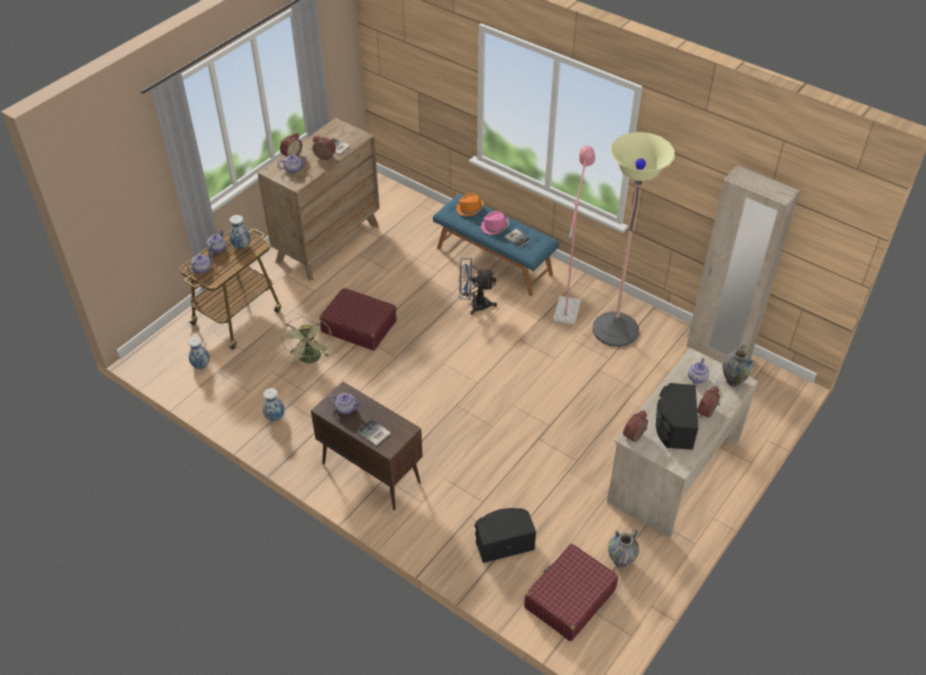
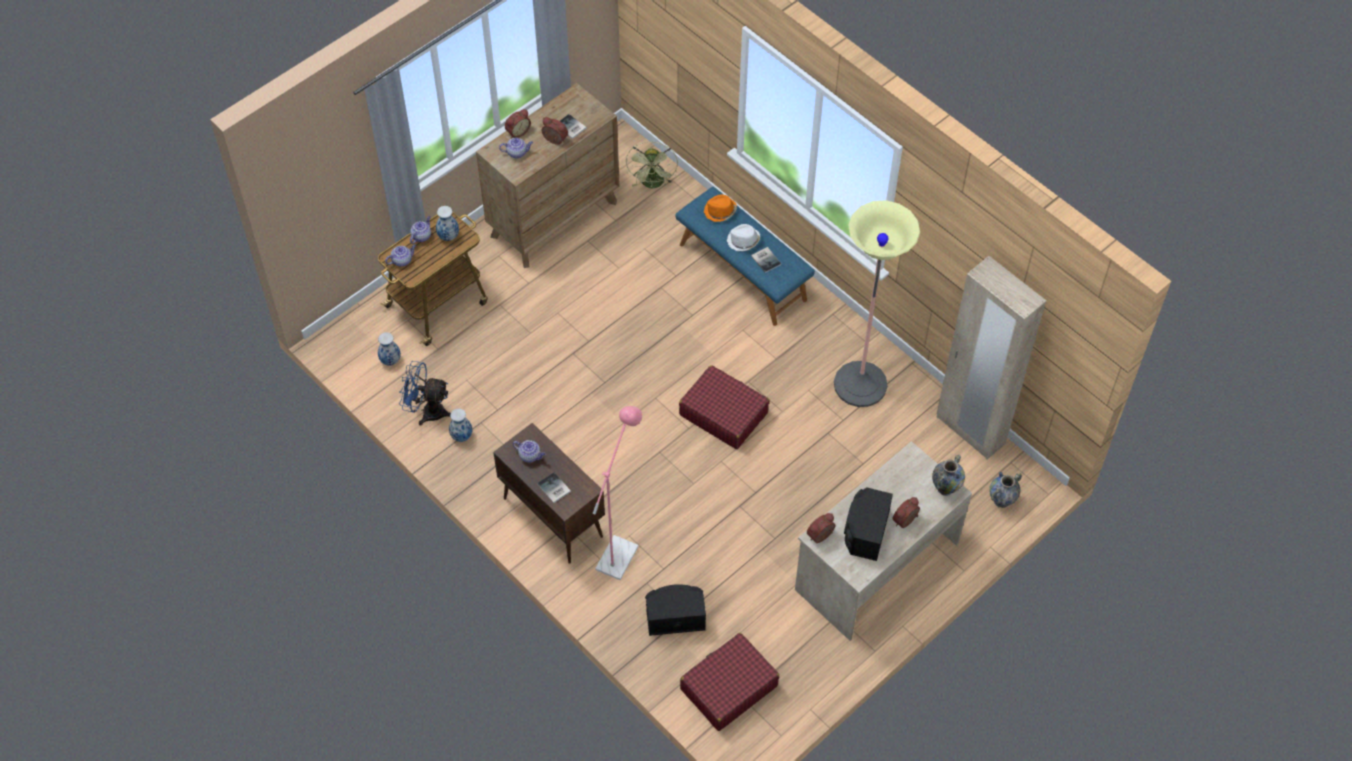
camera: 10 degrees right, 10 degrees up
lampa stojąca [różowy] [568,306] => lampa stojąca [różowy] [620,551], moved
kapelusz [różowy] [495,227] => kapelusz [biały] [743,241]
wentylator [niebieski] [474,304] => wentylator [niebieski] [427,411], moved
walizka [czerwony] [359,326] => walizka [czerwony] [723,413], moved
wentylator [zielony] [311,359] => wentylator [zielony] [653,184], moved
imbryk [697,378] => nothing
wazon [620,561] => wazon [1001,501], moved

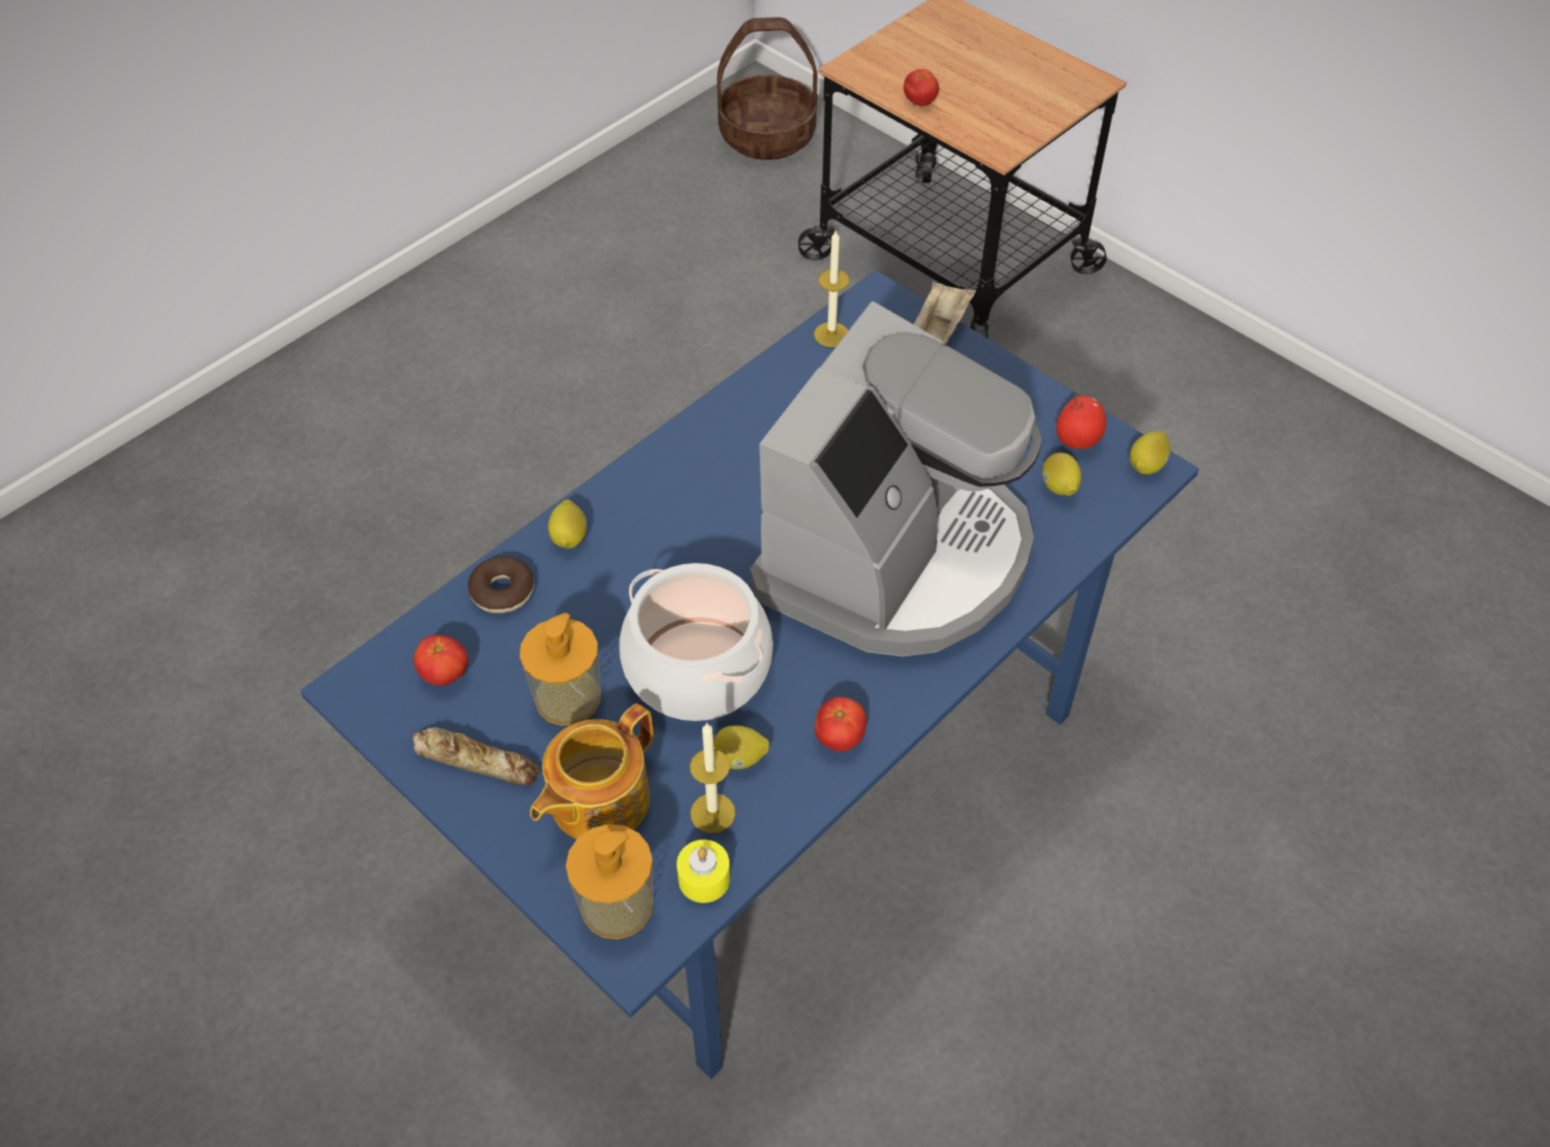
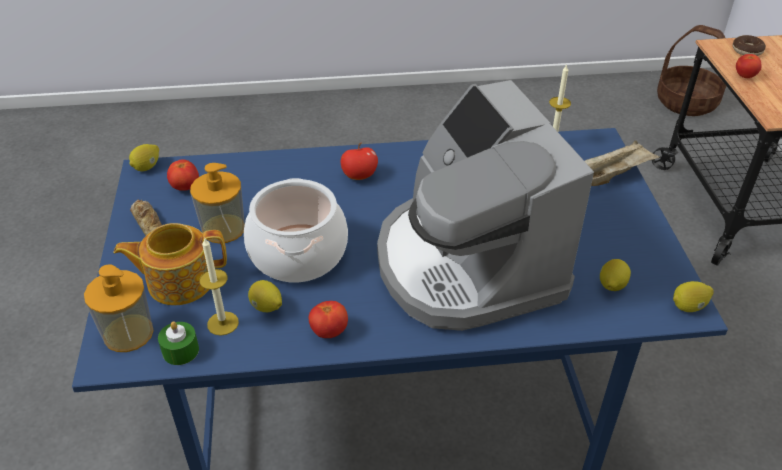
camera: 40 degrees right, 10 degrees down
ekspres do kawy [896,557] => ekspres do kawy [466,264], 90 degrees clockwise
jabłko [1077,439] => jabłko [359,176], moved
cytryna [570,537] => cytryna [147,167], moved
donut [502,591] => donut [747,50], moved
świeca [żółty] [704,879] => świeca [zielony] [180,350]

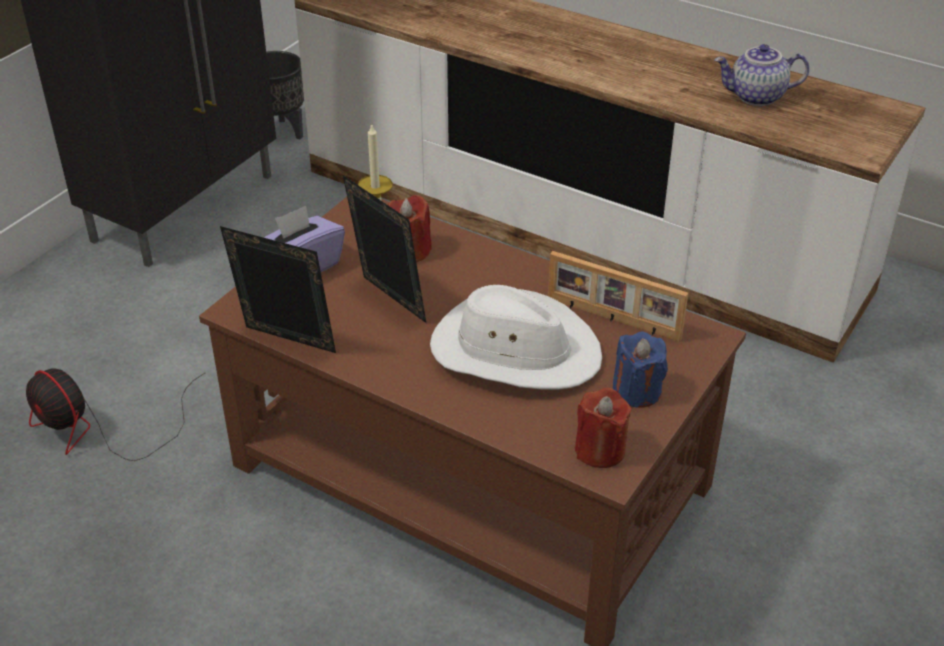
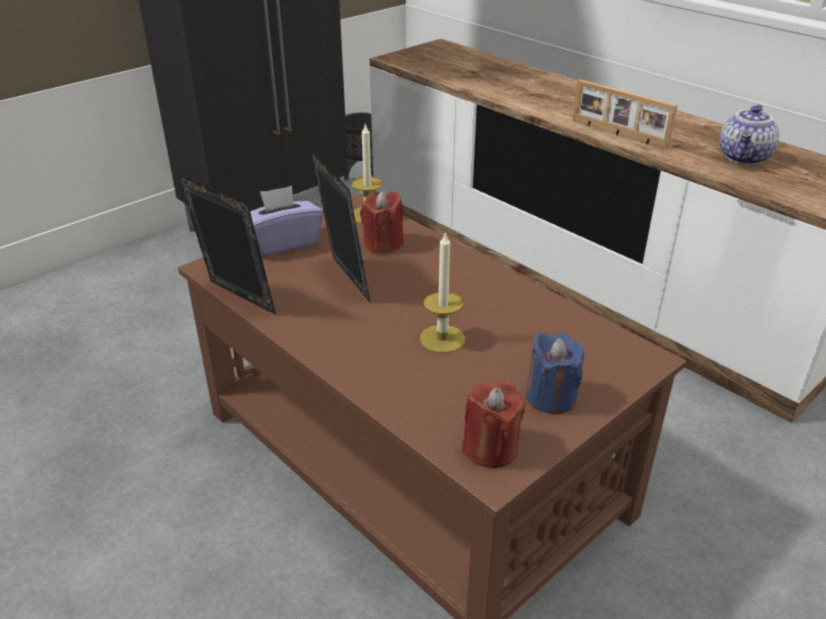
camera: 15 degrees right, 5 degrees down
imbryk [756,97] => imbryk [745,158], 75 degrees counterclockwise
ramka na zdjęcie [612,319] => ramka na zdjęcie [618,135], moved
kapelusz [biały] [514,350] => świeca [442,339]
wentylator [99,429] => nothing

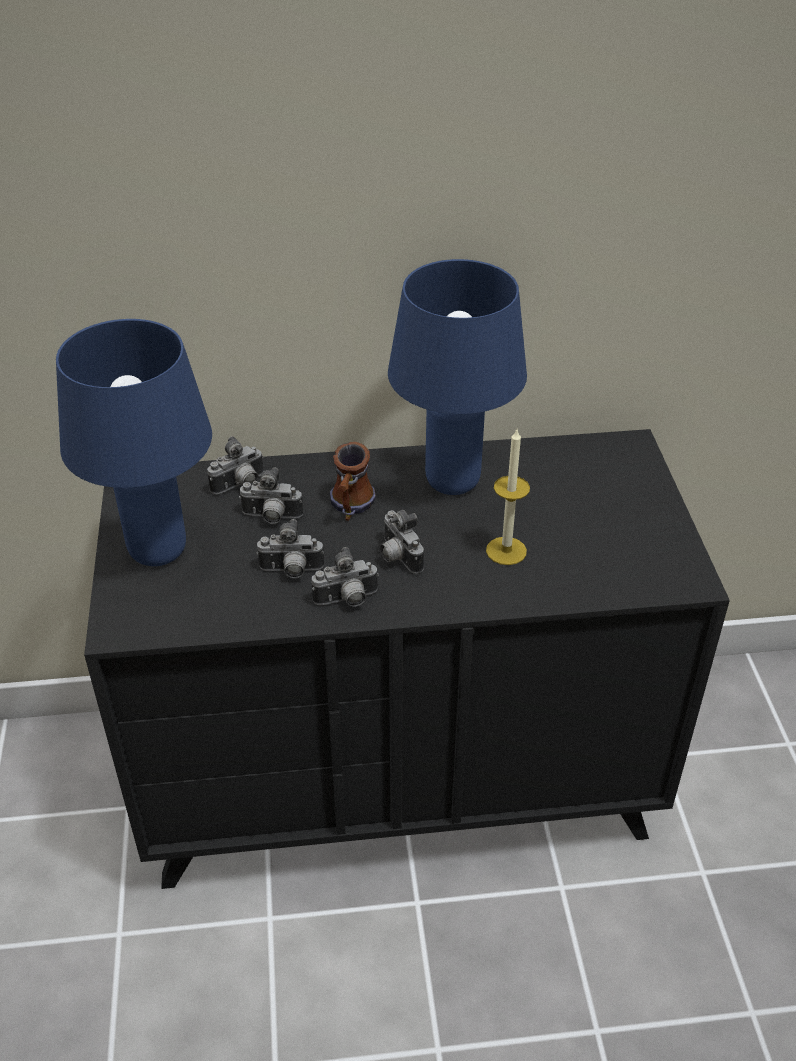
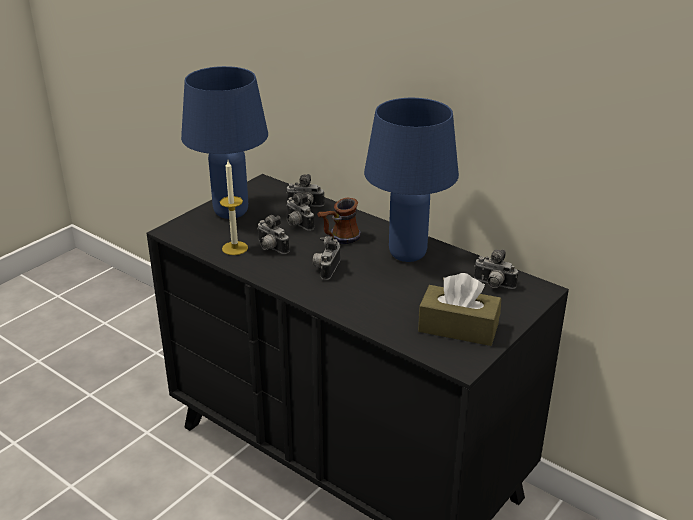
camera: 45 degrees right, 10 degrees down
świeca [506,551] => świeca [235,248], moved
aparat fotograficzny [347,600] => aparat fotograficzny [493,285], moved
nothing => pudełko chusteczek [brązowy] [458,328]

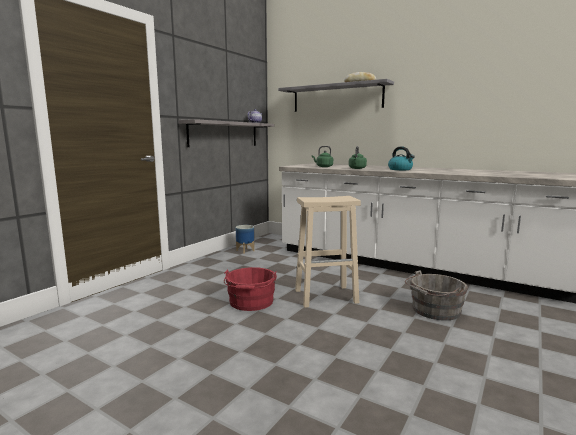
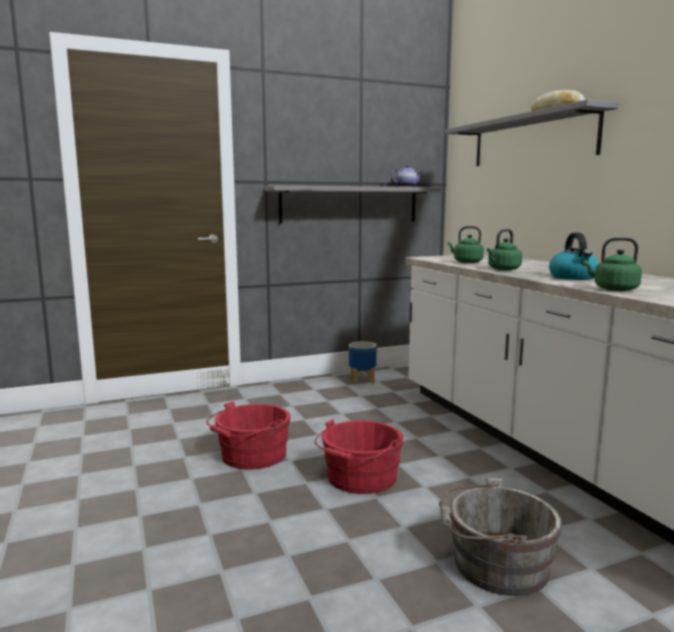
camera: 35 degrees right, 0 degrees up
stołek [beżowy] [327,296] => wiadro [czerwony] [359,478]
nothing => czajnik [zielony] [613,289]

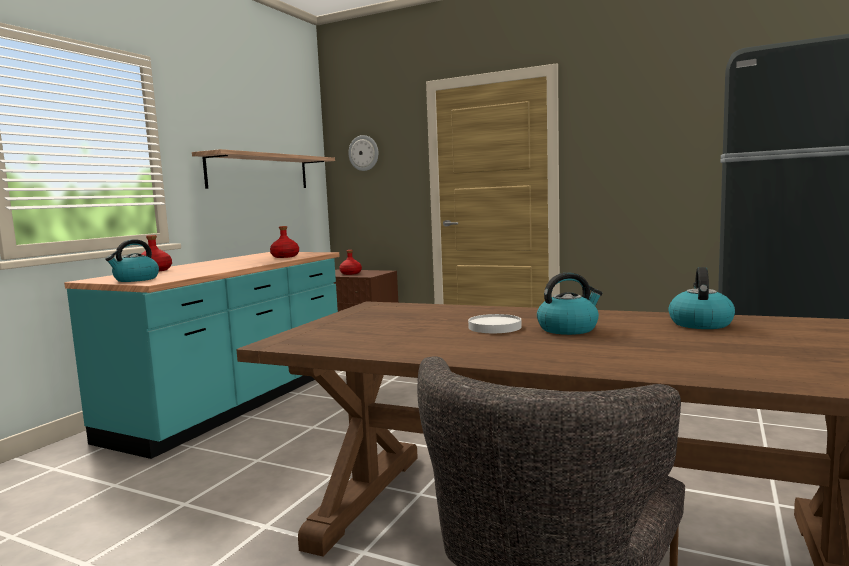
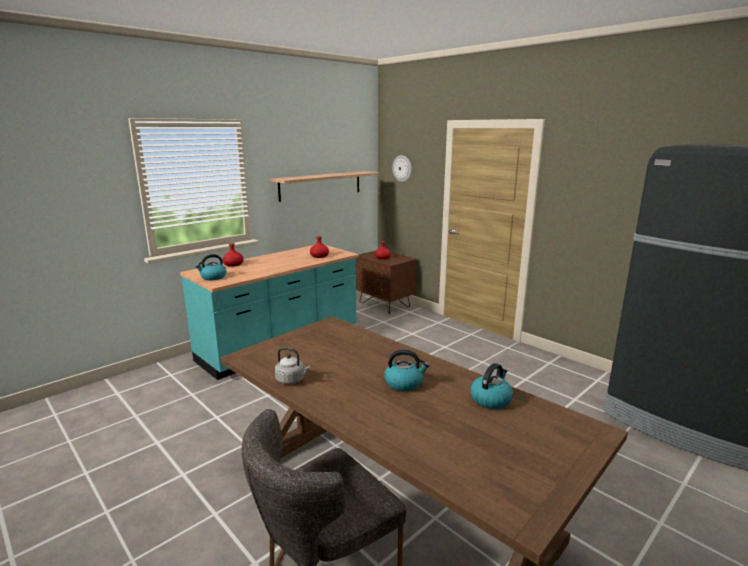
camera: 20 degrees right, 10 degrees up
talerz [biały] [495,327] => nothing
nothing => czajnik [szary] [292,380]

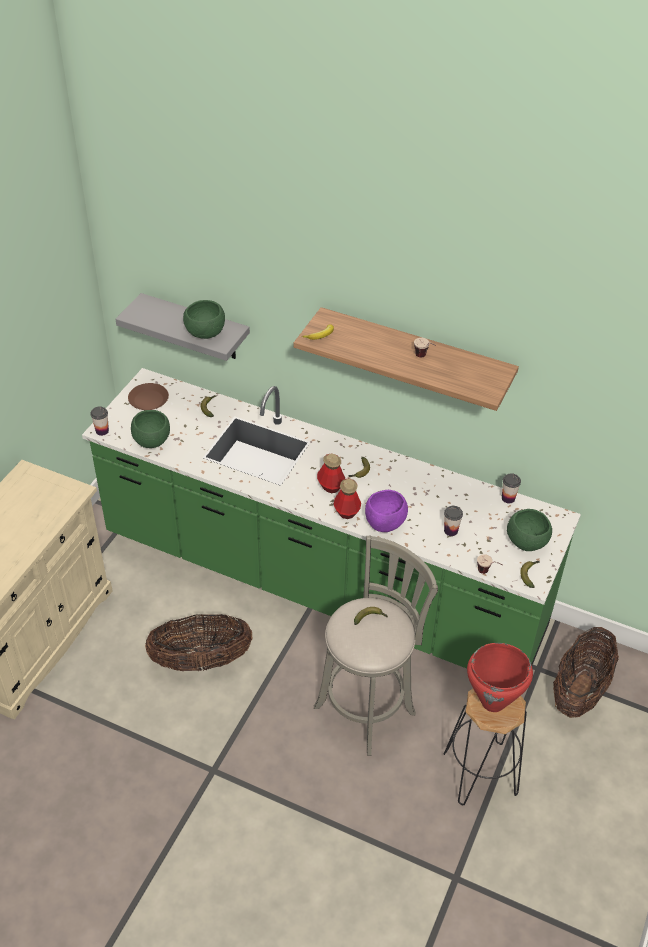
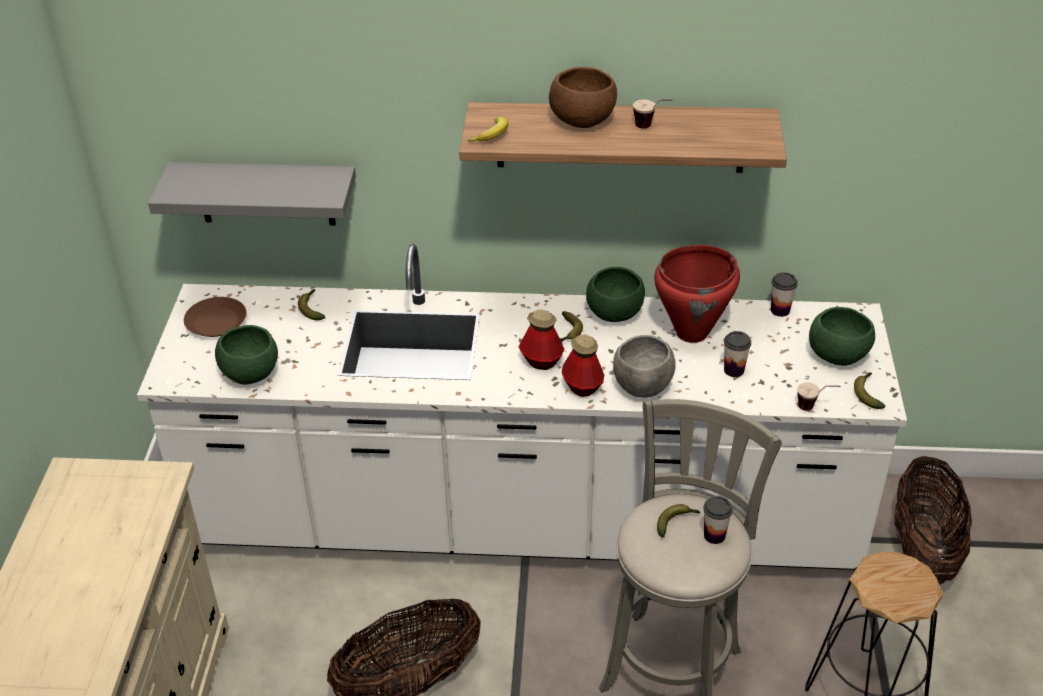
camera: 20 degrees left, 5 degrees down
miska [zielony] [206,333] => miska [zielony] [615,314], moved
zabudowa kuchenna [zielony] [321,584] => zabudowa kuchenna [biały] [524,523]
filiżanka [102,431] => filiżanka [714,535], moved
miska [fioletowy] [384,524] => miska [szary] [642,387]
garnek [czerwony] [493,702] => garnek [czerwony] [692,333], moved
nothing => miska [brązowy] [581,121]

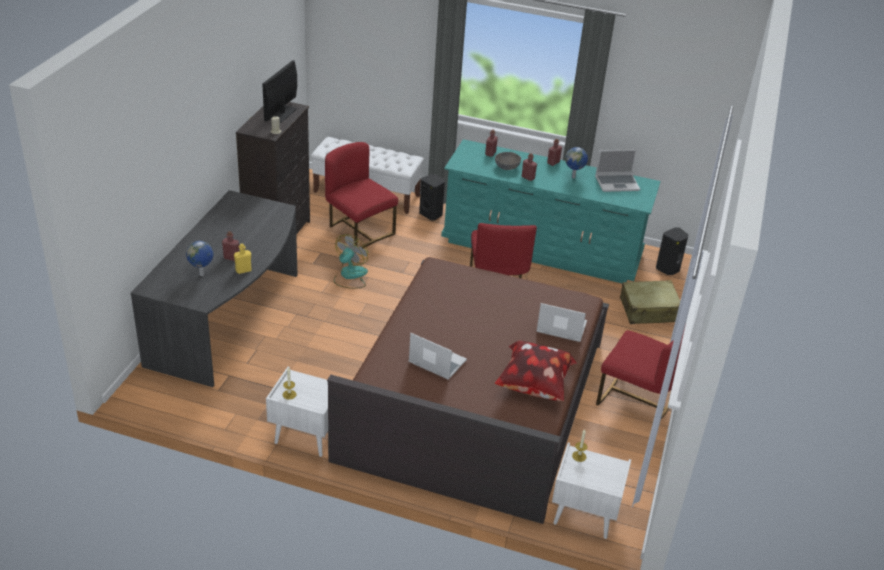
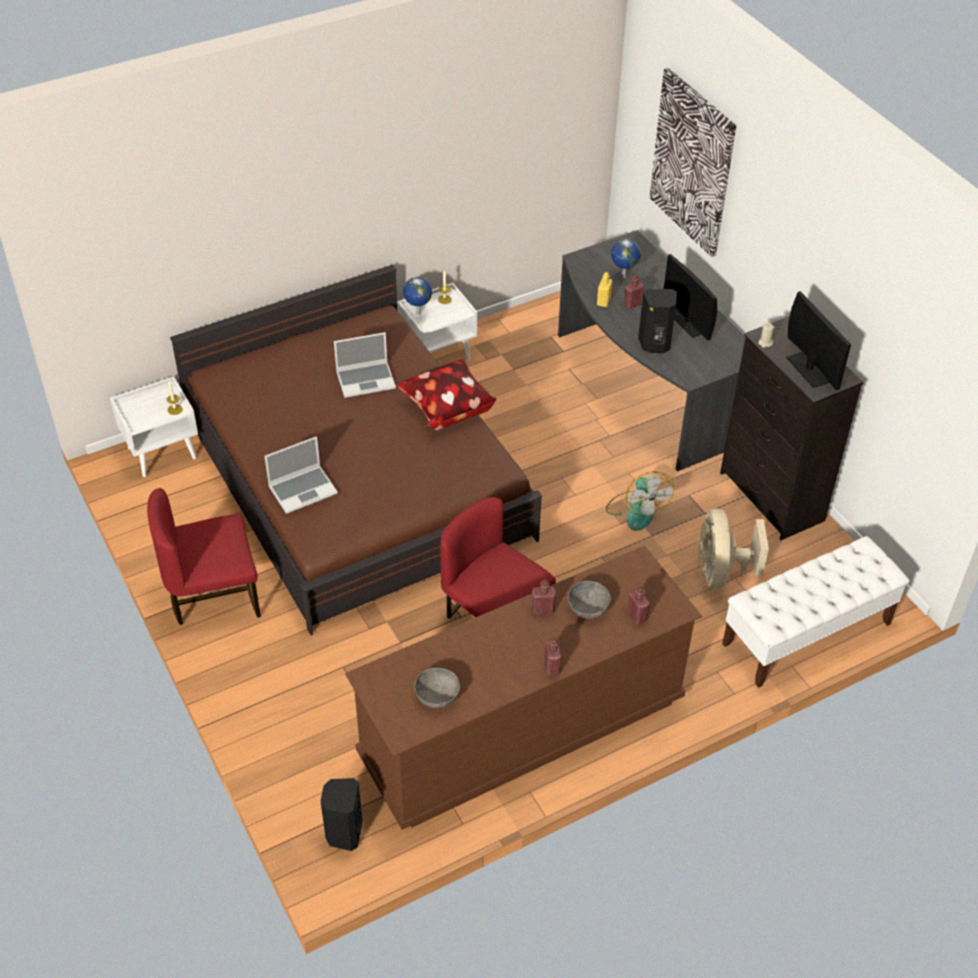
camera: 135 degrees right, 10 degrees up
komoda [turkusowy] [541,248] => komoda [brązowy] [522,728]
krzesło [czerwony] [359,231] => wentylator [beżowy] [721,571]
globus [574,177] => globus [417,313], moved
laptop [617,183] => miska [szary] [437,696]
głośnik [czarny] [431,214] => głośnik [czarny] [655,344], moved
walizka [beżowy] [649,310] => nothing
poduszka [534,387] => poduszka [446,409], moved
nothing => obraz [692,163]
nothing => monitor [688,322]

